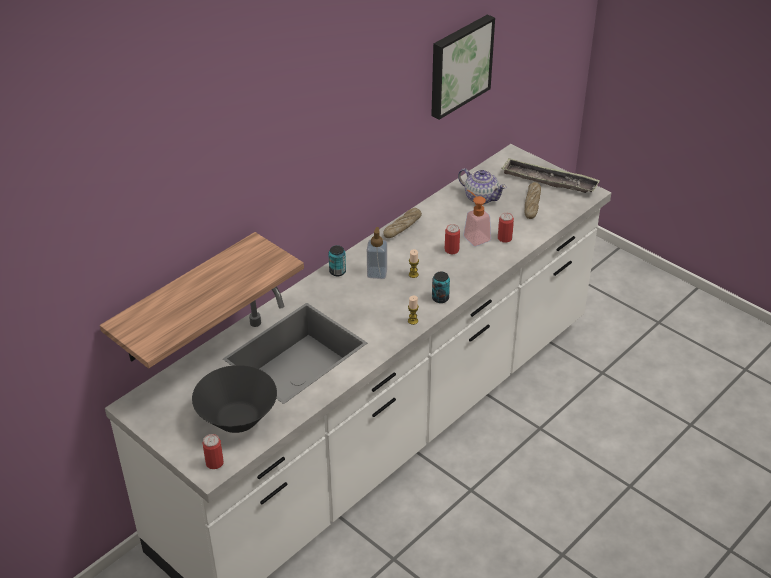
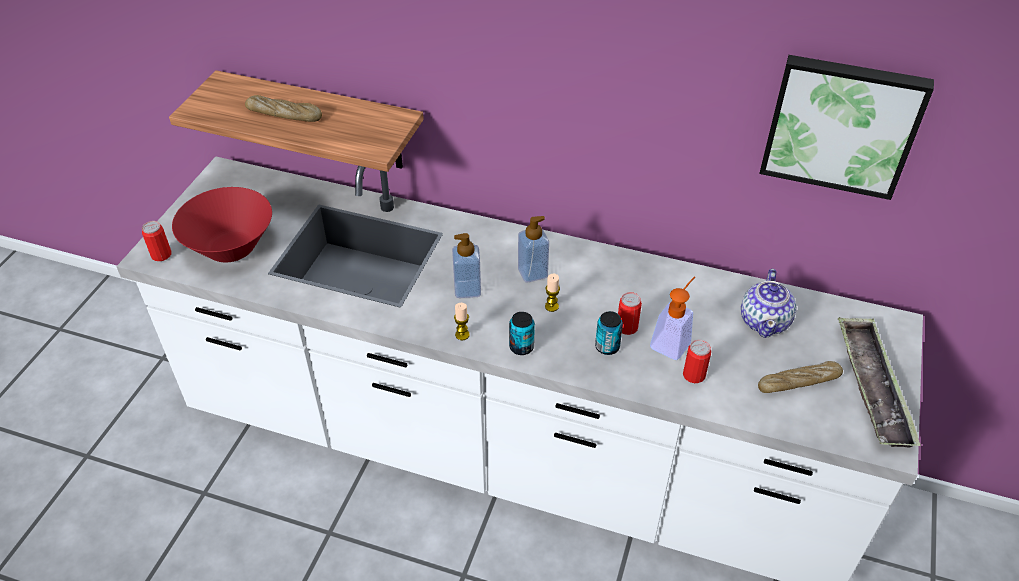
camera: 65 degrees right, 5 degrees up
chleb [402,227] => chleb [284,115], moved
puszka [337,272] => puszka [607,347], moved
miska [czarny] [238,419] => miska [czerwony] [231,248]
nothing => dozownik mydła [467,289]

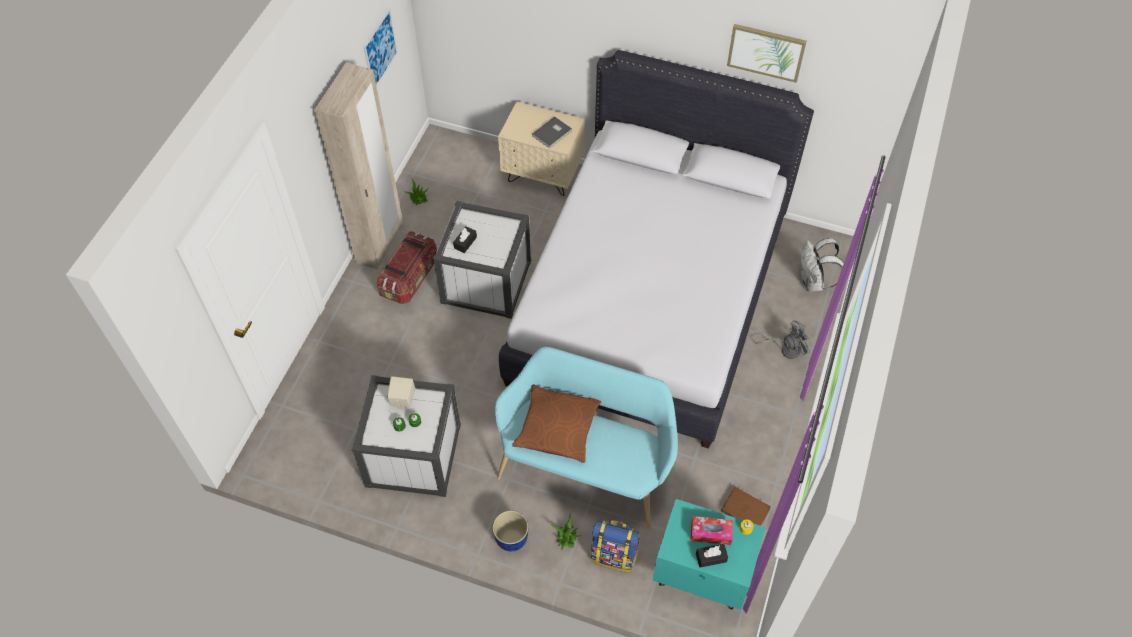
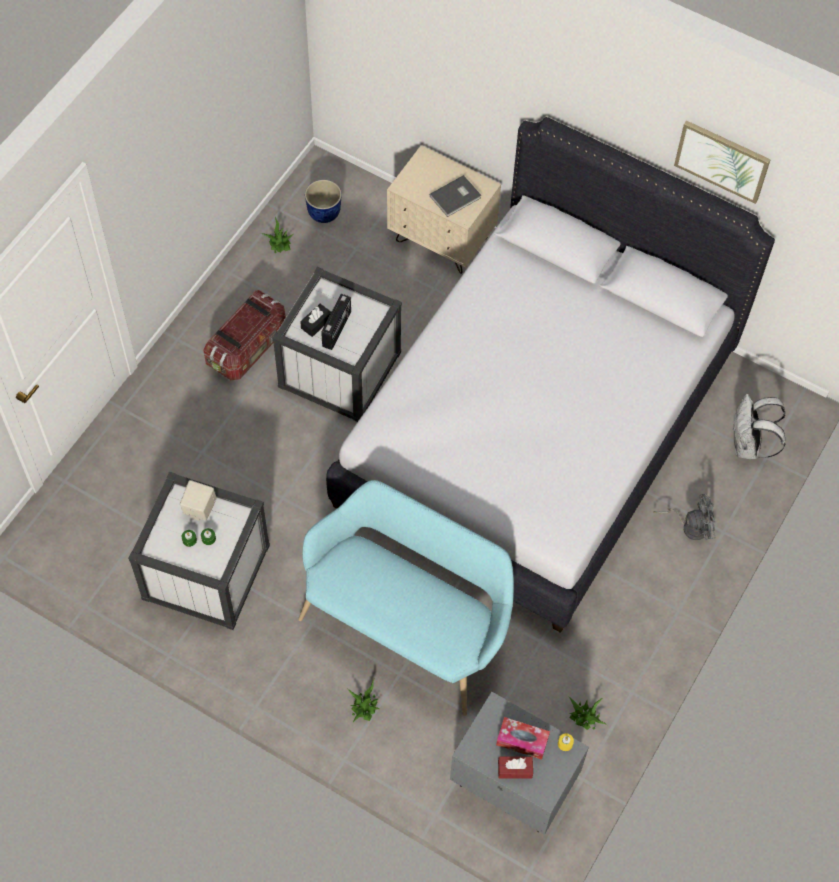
camera: 10 degrees right, 5 degrees up
obraz [380,49] => nothing
szafa [beżowy] [380,244] => nothing
poduszka [brązowy] [557,427] => nothing
książka [brązowy] [744,510] => roślina doniczkowa [585,717]
szafka nocna [turkusowy] [701,575] => szafka nocna [szary] [513,784]
donica [512,539] => donica [324,213], moved
plecak [614,555] => nothing
pudełko chusteczek [czarny] [711,557] => pudełko chusteczek [czerwony] [515,769]
nothing => radio [337,330]

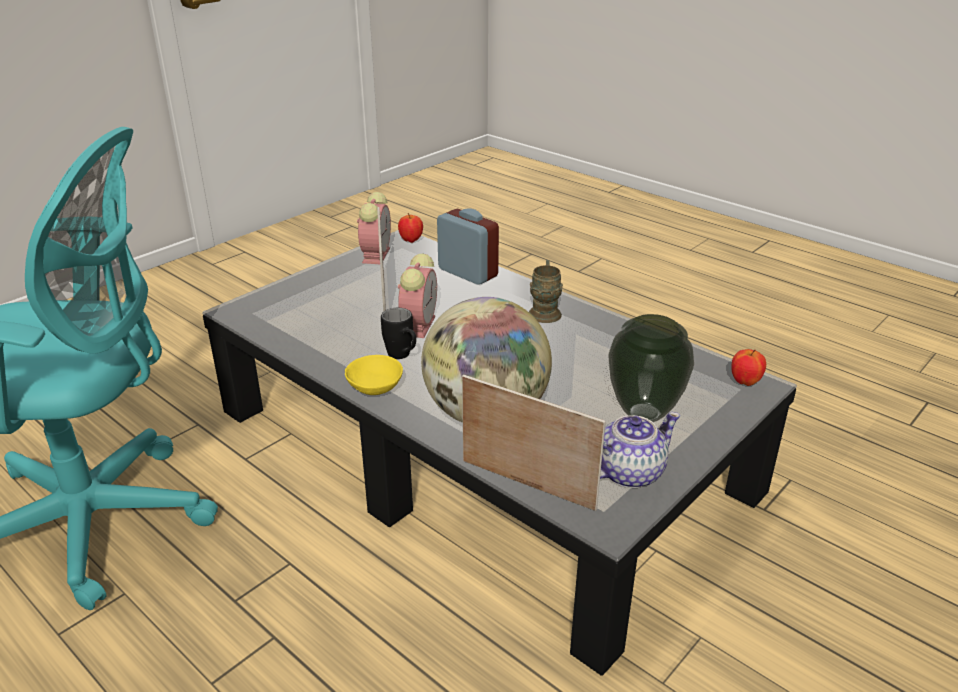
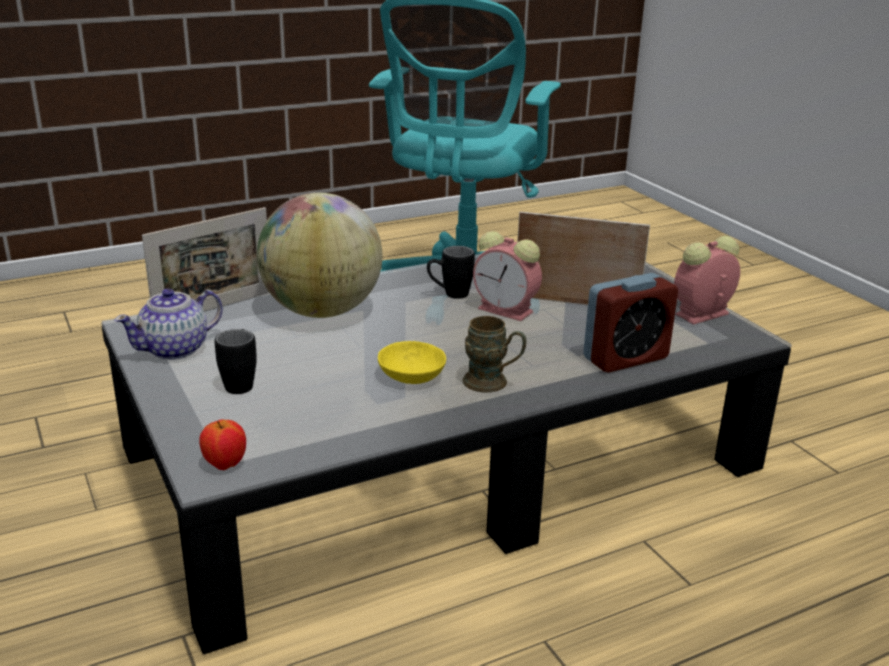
camera: 110 degrees right, 5 degrees down
budzik [376,254] => budzik [701,315], 120 degrees clockwise
jabłko [411,240] => nothing
wazon [645,413] => kubek [czarny] [241,382]
miska [żółty] [376,386] => miska [żółty] [410,376], moved
imbryk [628,472] => imbryk [175,349], 60 degrees clockwise

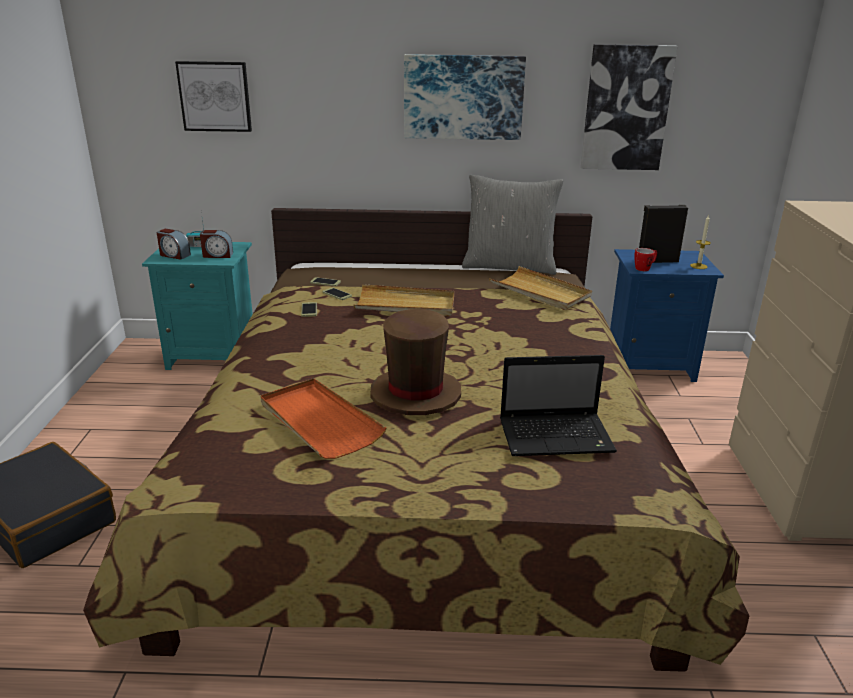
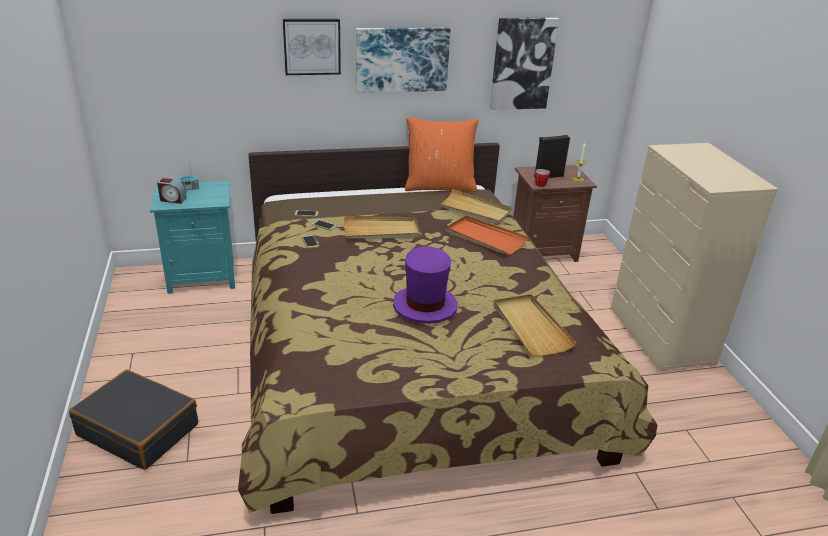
camera: 15 degrees left, 5 degrees up
obraz [215,96] => obraz [312,46], moved
poduszka [szary] [509,266] => poduszka [pomarańczowy] [439,186]
budzik [217,255] => nothing
szafka nocna [niebieski] [649,365] => szafka nocna [brązowy] [542,251]
kapelusz [brązowy] [415,394] => kapelusz [fioletowy] [424,306]
laptop [558,436] => taca [beżowy] [530,327]
taca [pomarańczowy] [319,421] => taca [pomarańczowy] [485,238], moved

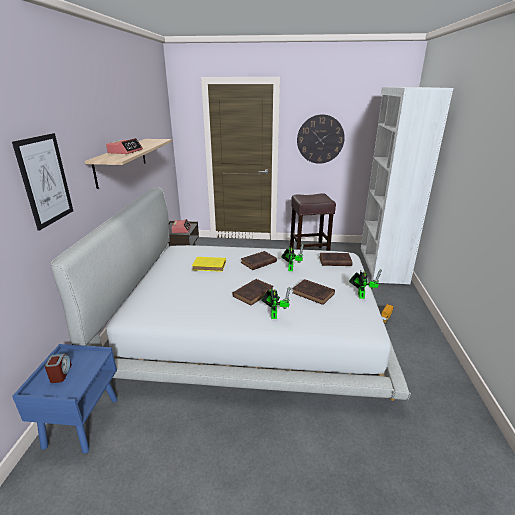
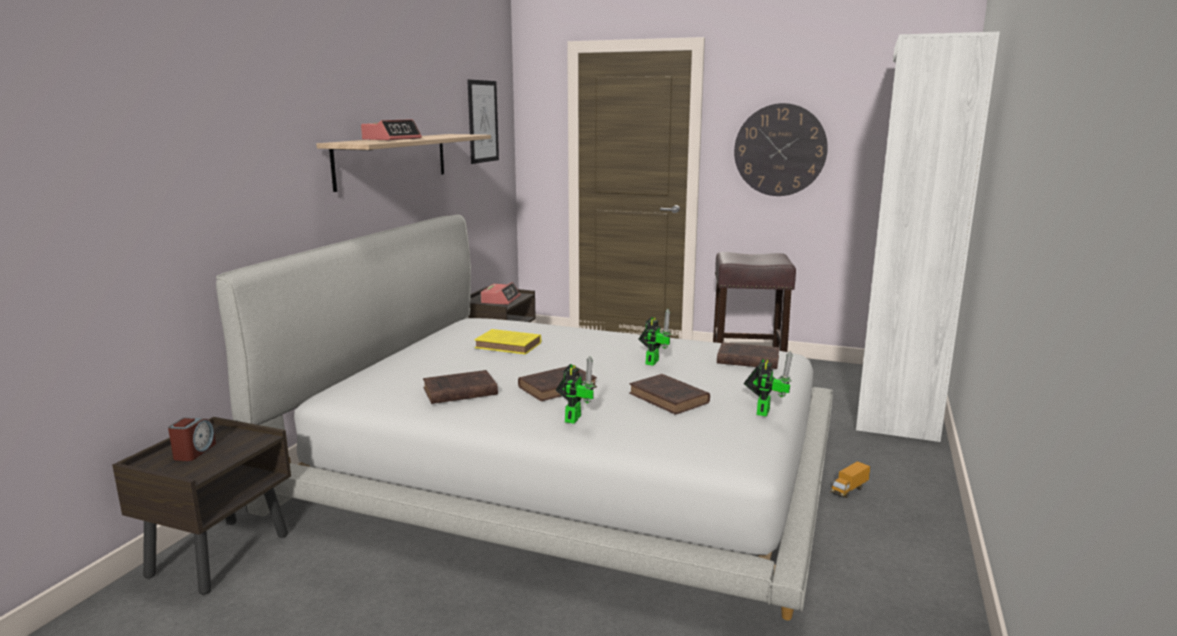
camera: 15 degrees right, 10 degrees down
obraz [45,180] => obraz [483,121], moved
książka [brązowy] [258,262] => książka [brązowy] [458,392], moved
szafka nocna [niebieski] [82,421] => szafka nocna [brązowy] [220,554]

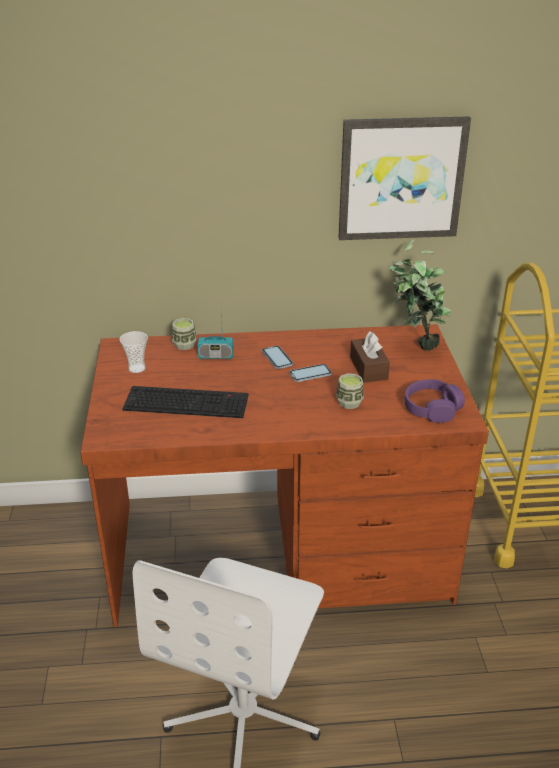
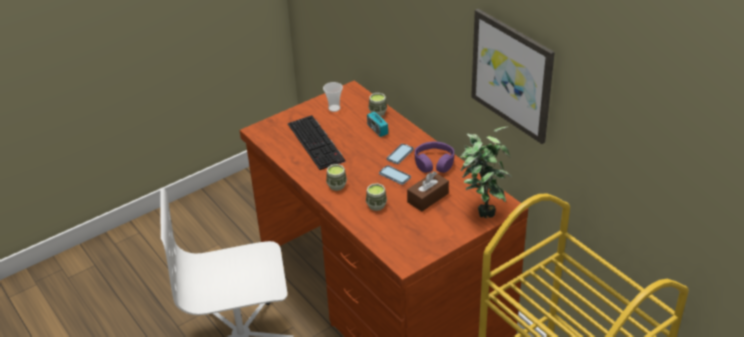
camera: 60 degrees right, 5 degrees up
słuchawki [fioletowy] [432,408] => słuchawki [fioletowy] [434,163], moved
nothing => filiżanka [336,185]

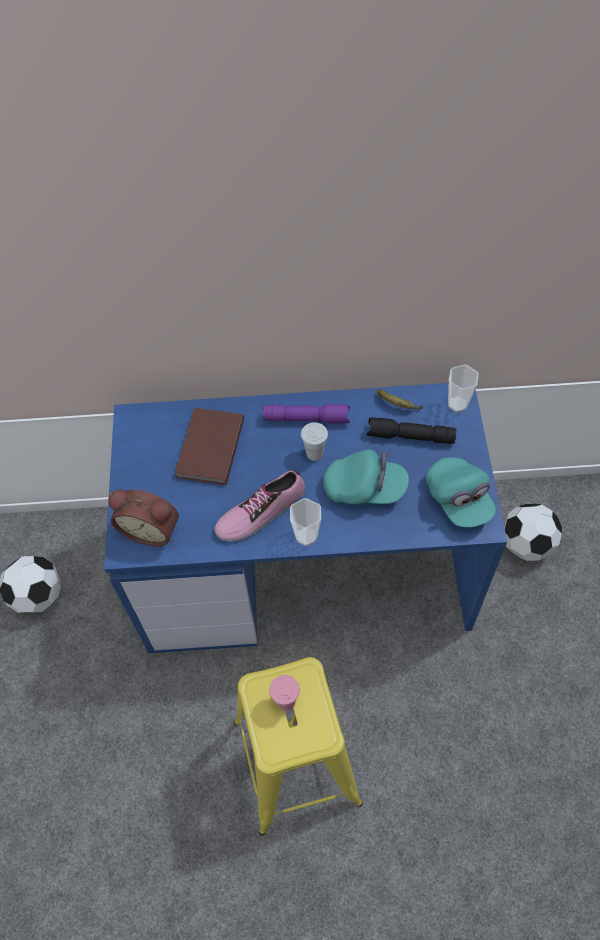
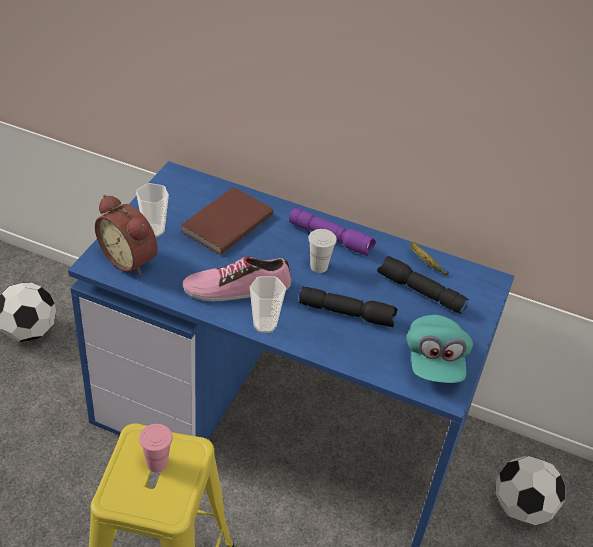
camera: 20 degrees right, 15 degrees down
filiżanka [457,404] => filiżanka [154,230], moved
czapka z daszkiem [turkusowy] [364,488] => latarka [czarny] [347,313]

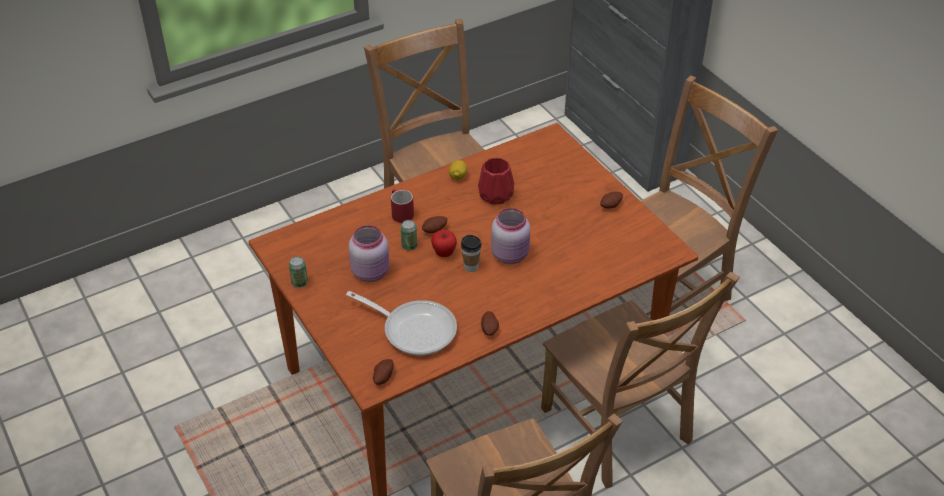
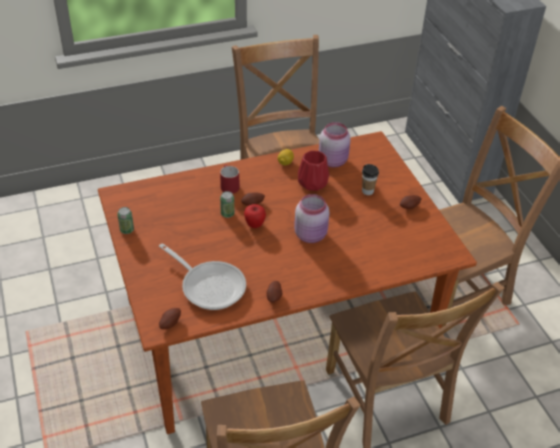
camera: 10 degrees right, 0 degrees up
słoik [różowy] [371,272] => słoik [różowy] [333,161], moved
filiżanka [471,267] => filiżanka [367,191], moved

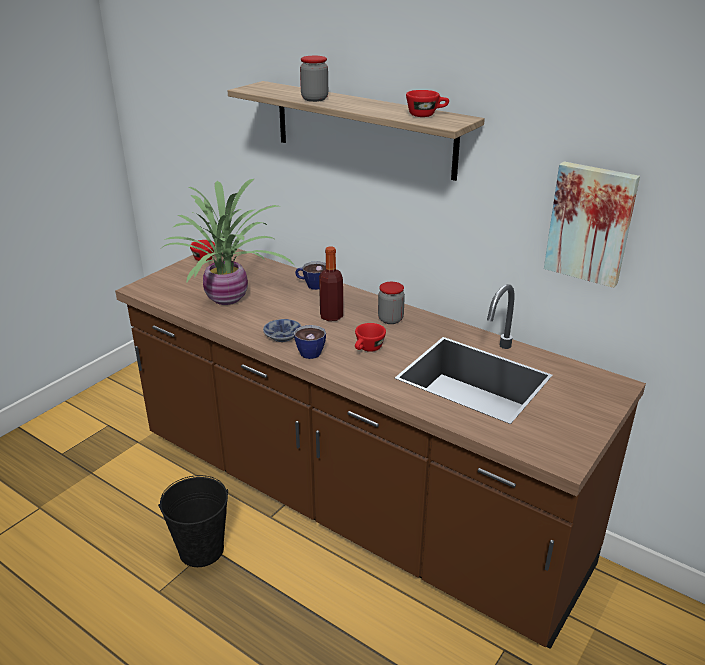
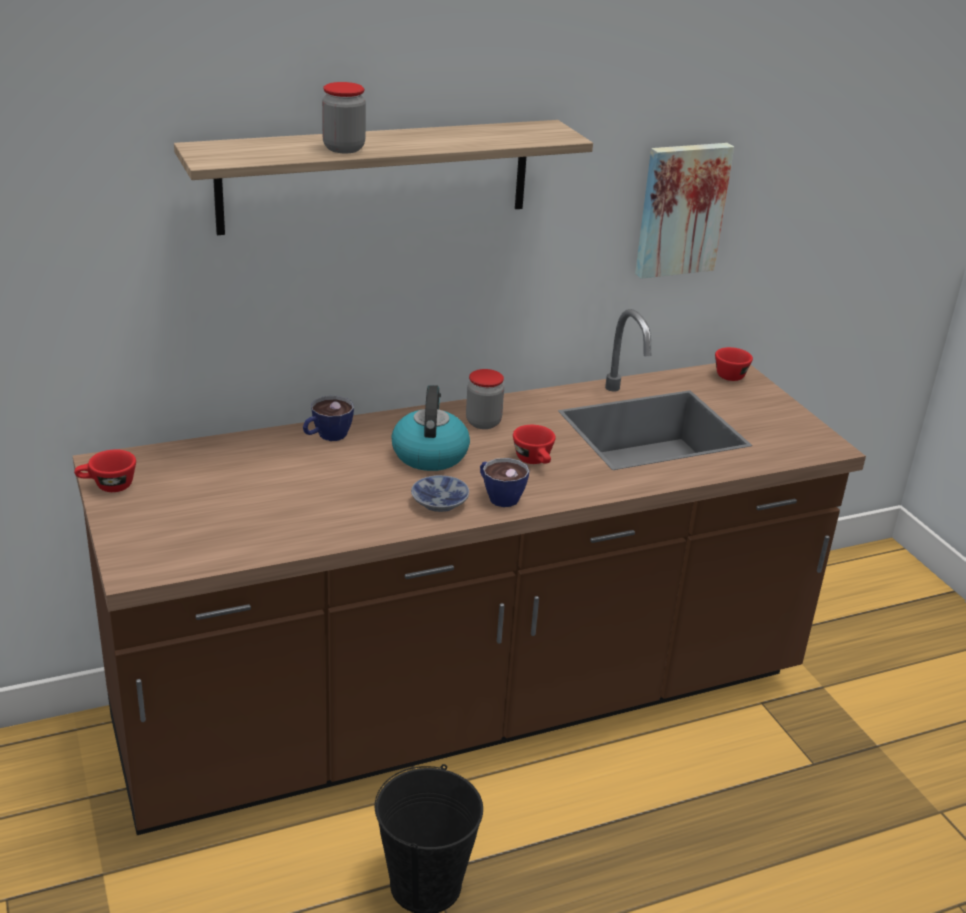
camera: 60 degrees left, 0 degrees up
filiżanka [czerwony] [426,115] => filiżanka [czerwony] [731,374], moved
roślina doniczkowa [228,299] => nothing
butelka [331,316] => czajnik [429,454]

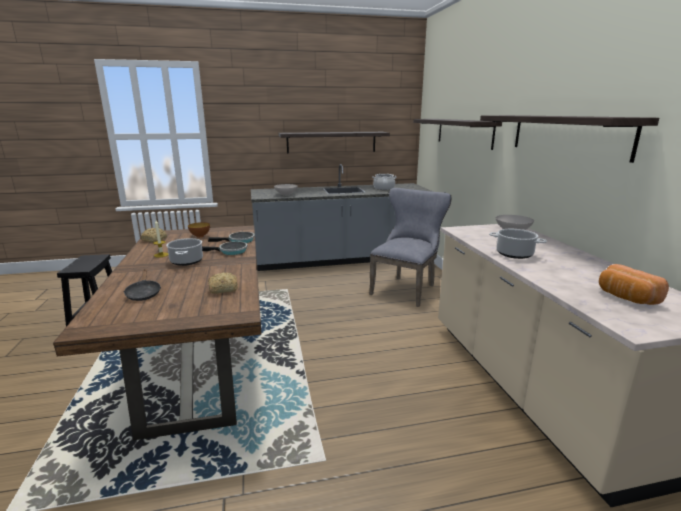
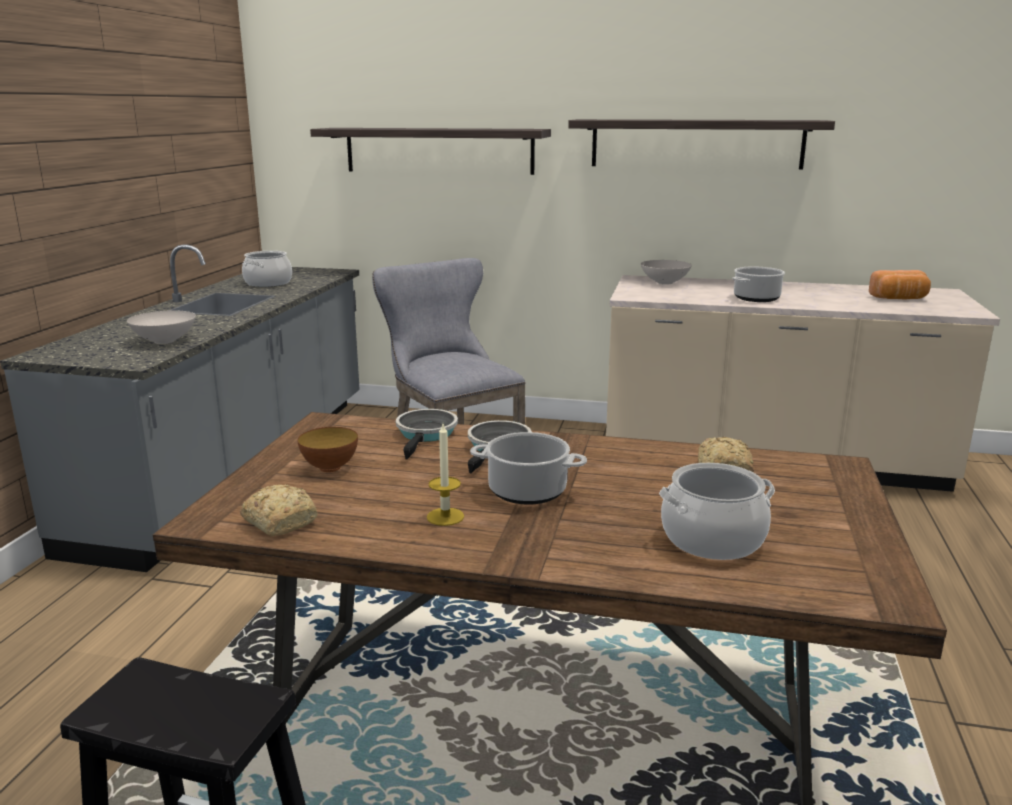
camera: 65 degrees left, 0 degrees up
półka [331,142] => nothing
patelnia [czarny] [143,293] => garnek [712,539]

